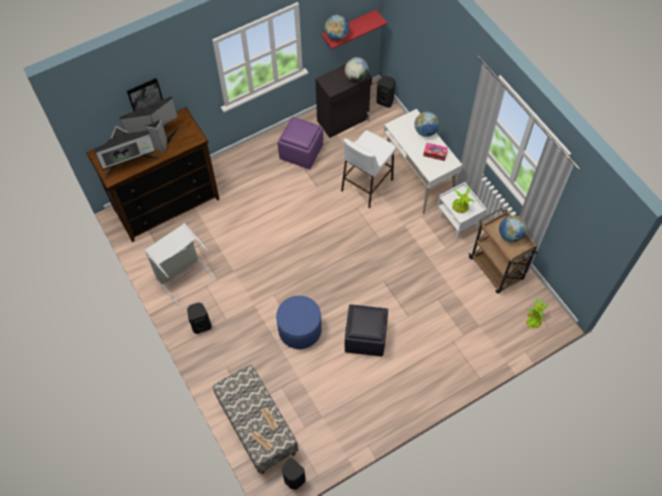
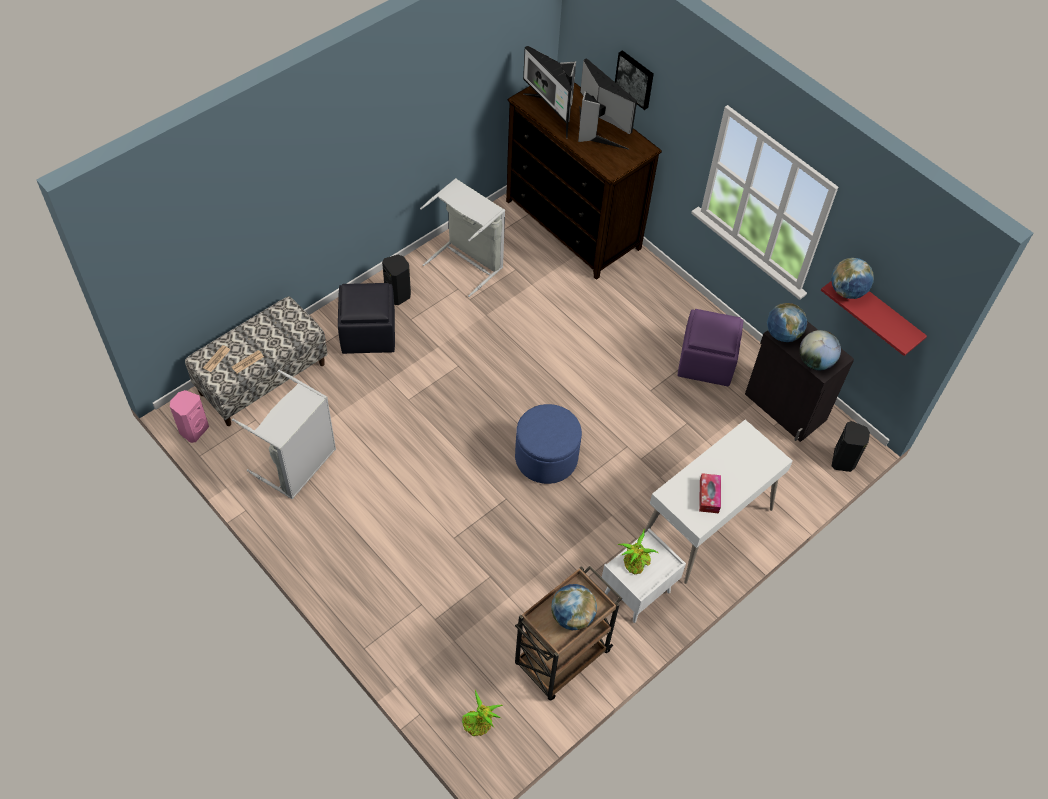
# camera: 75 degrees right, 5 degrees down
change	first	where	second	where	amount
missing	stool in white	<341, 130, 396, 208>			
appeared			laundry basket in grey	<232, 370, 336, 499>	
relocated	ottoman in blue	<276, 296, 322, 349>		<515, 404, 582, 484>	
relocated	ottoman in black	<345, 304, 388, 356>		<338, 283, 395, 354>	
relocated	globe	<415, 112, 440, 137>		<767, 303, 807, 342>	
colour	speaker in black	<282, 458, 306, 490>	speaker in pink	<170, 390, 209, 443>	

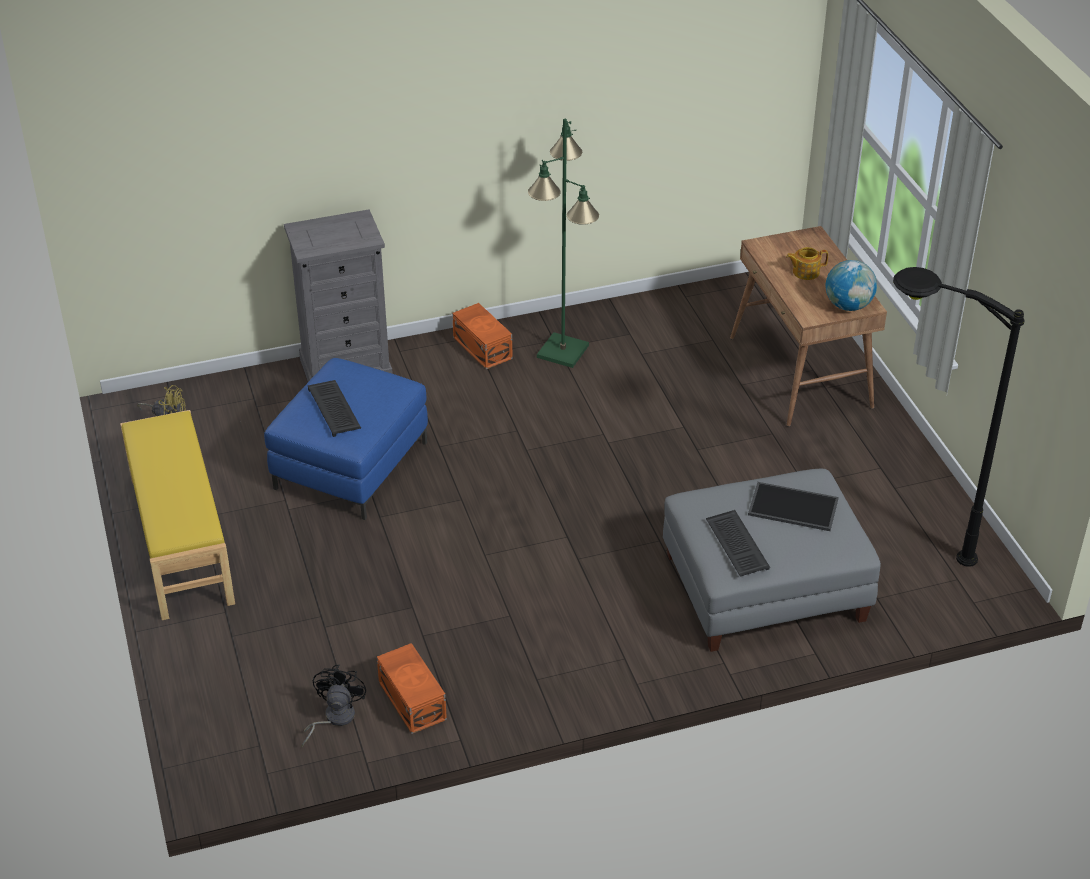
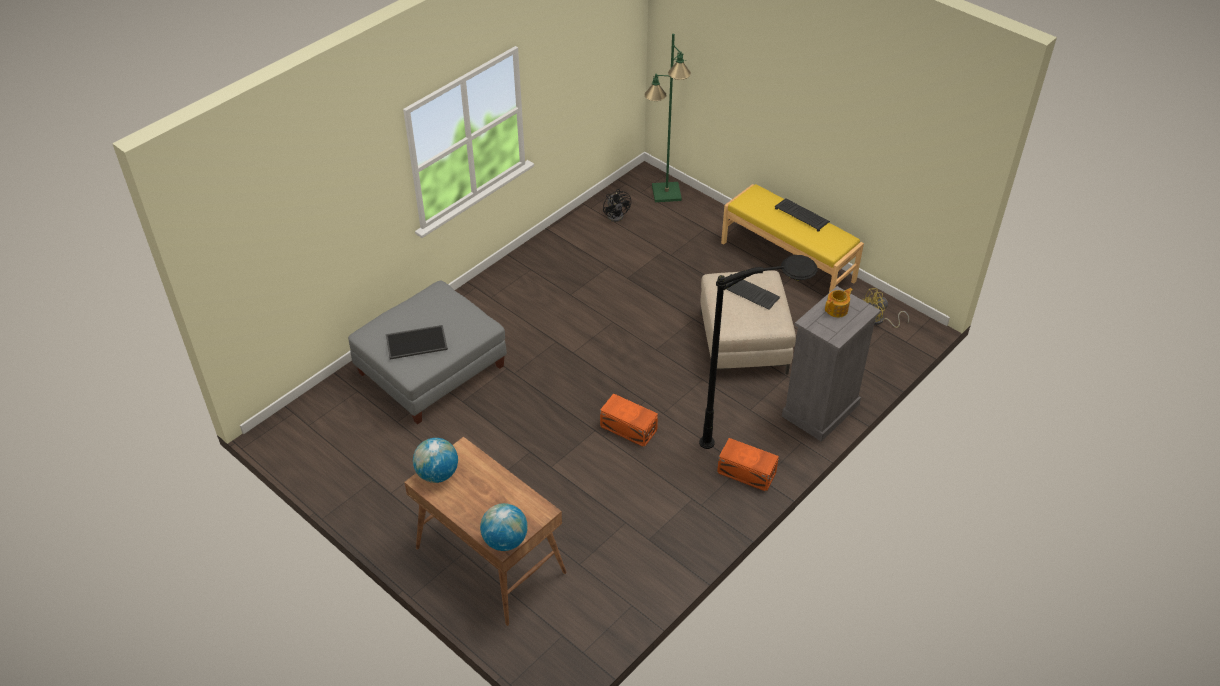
# camera: 150 degrees right, 5 degrees up
change	first	where	second	where	amount
appeared			globe	<480, 503, 528, 551>	
relocated	storage box in orange	<377, 643, 447, 734>		<600, 393, 658, 447>	
relocated	floor lamp in green	<528, 119, 599, 368>		<644, 34, 691, 202>	
relocated	keyboard	<706, 510, 770, 577>		<775, 198, 830, 232>	
relocated	teapot	<786, 247, 828, 280>		<825, 288, 853, 318>	
relocated	floor lamp in black	<893, 267, 1024, 567>		<699, 255, 818, 449>	
colour	ottoman in blue	<264, 358, 428, 520>	ottoman in beige	<701, 270, 796, 375>	

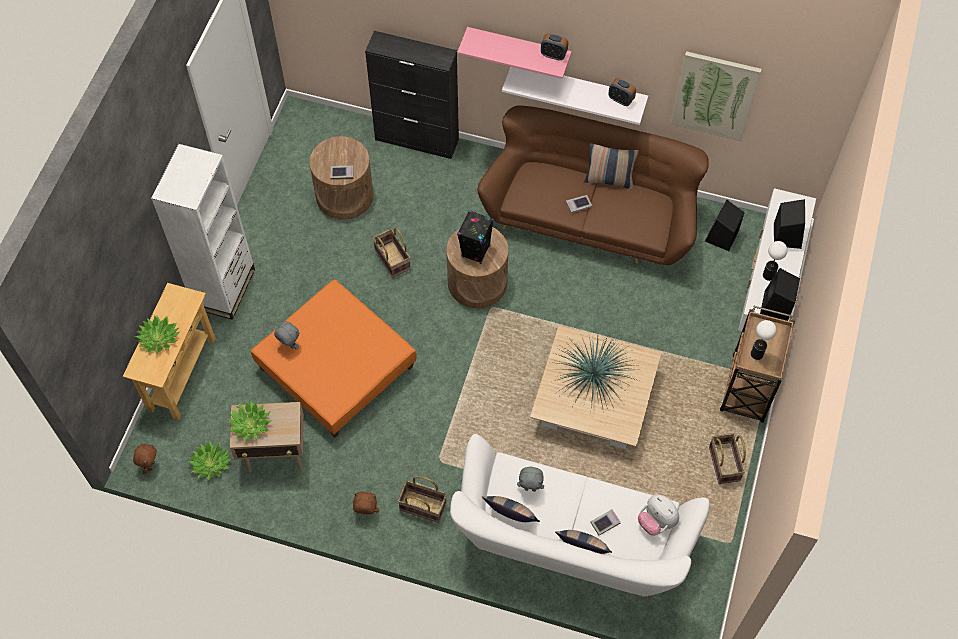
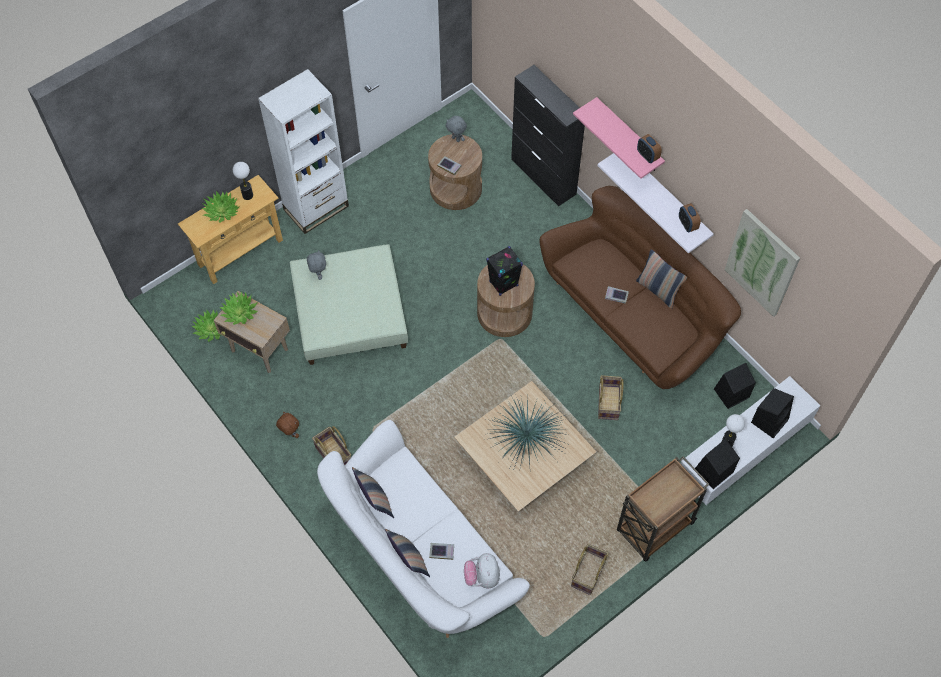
# camera: 35 degrees right, 0 degrees up
change	first	where	second	where	amount
missing	plush toy in brown	<133, 444, 157, 474>			
relocated	basket	<373, 228, 411, 278>		<598, 375, 624, 420>	
relocated	plush toy in grey	<517, 467, 544, 492>		<446, 116, 467, 142>	
relocated	table lamp	<751, 320, 777, 360>		<233, 162, 253, 200>	
colour	ottoman in orange	<251, 279, 417, 438>	ottoman in green	<290, 244, 408, 365>	

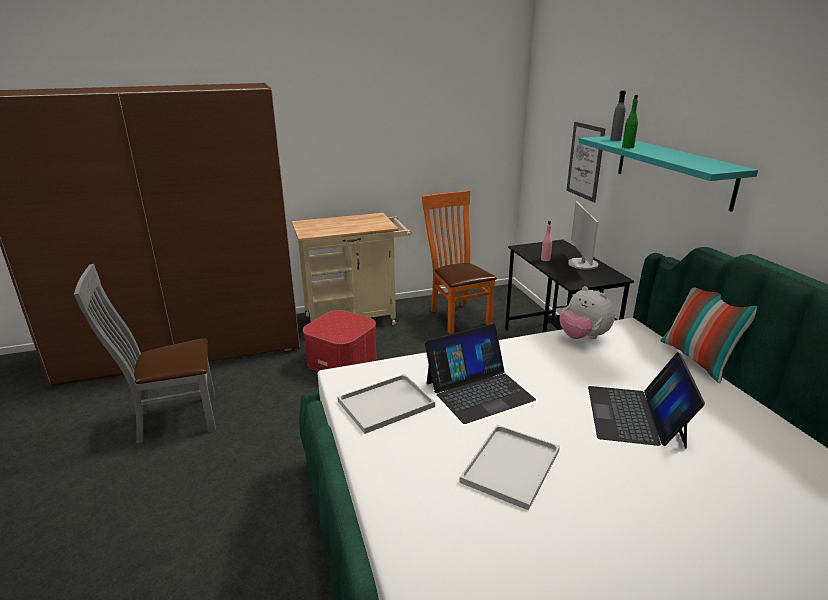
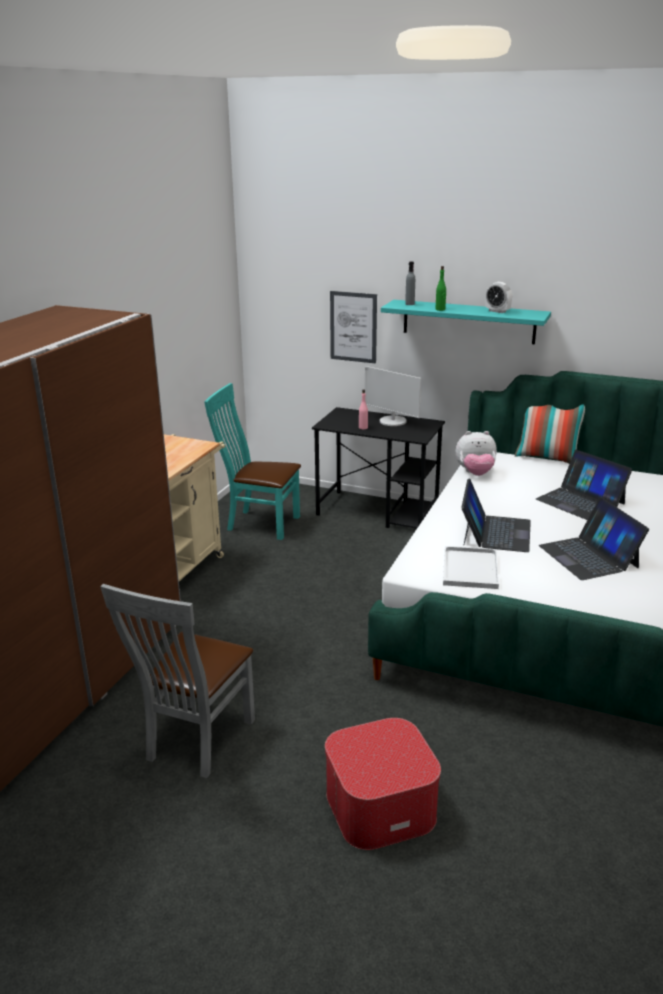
# camera: 50 degrees left, 0 degrees up
change	first	where	second	where	amount
appeared			alarm clock	<485, 282, 512, 313>	
relocated	ottoman	<303, 310, 377, 372>		<325, 718, 441, 850>	
exchanged	tray in white	<459, 425, 560, 511>	laptop	<539, 497, 649, 580>	
colour	chair in orange	<422, 191, 497, 334>	chair in turquoise	<204, 383, 301, 540>	

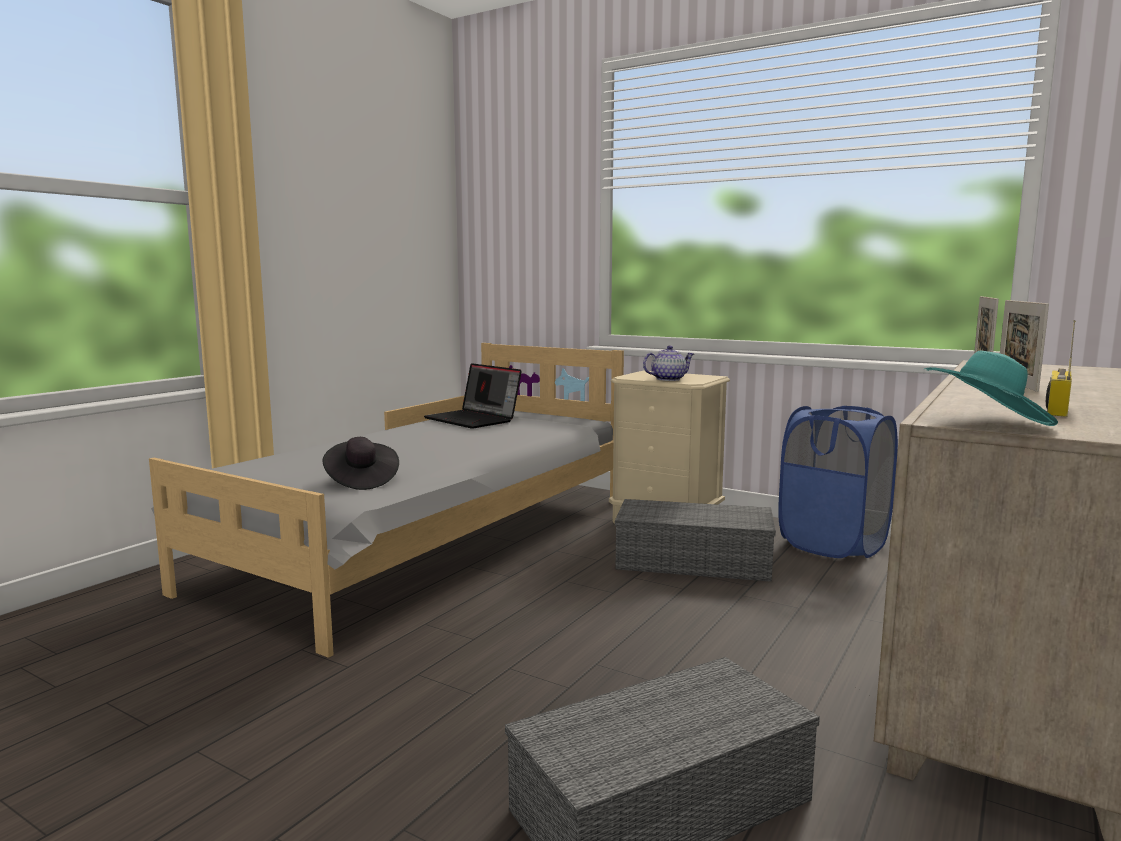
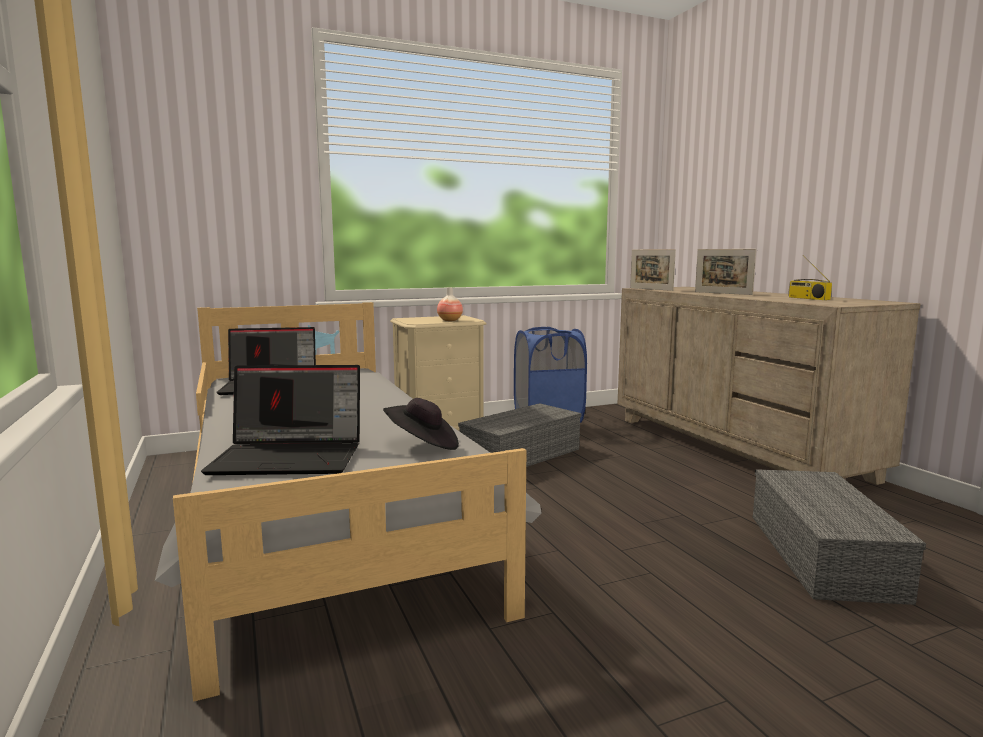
# camera: 55 degrees left, 0 degrees up
change	first	where	second	where	amount
missing	hat in turquoise	<924, 351, 1058, 426>			
appeared			laptop	<201, 365, 360, 475>	
exchanged	teapot	<643, 345, 694, 381>	vase	<437, 287, 463, 321>	

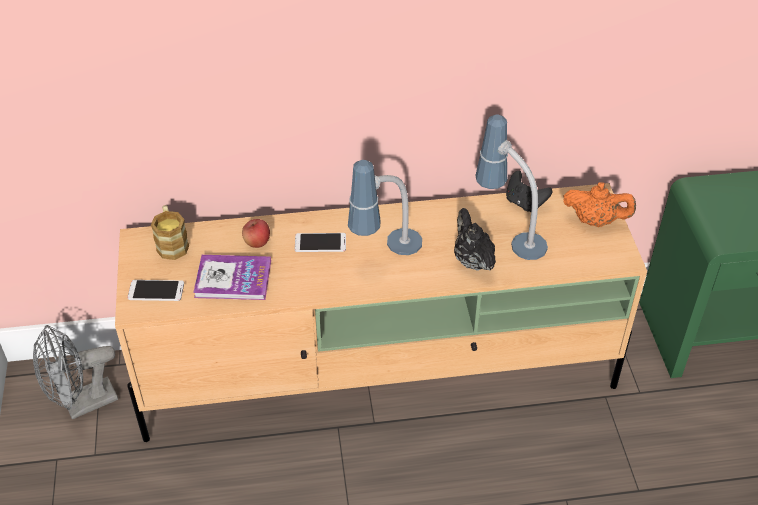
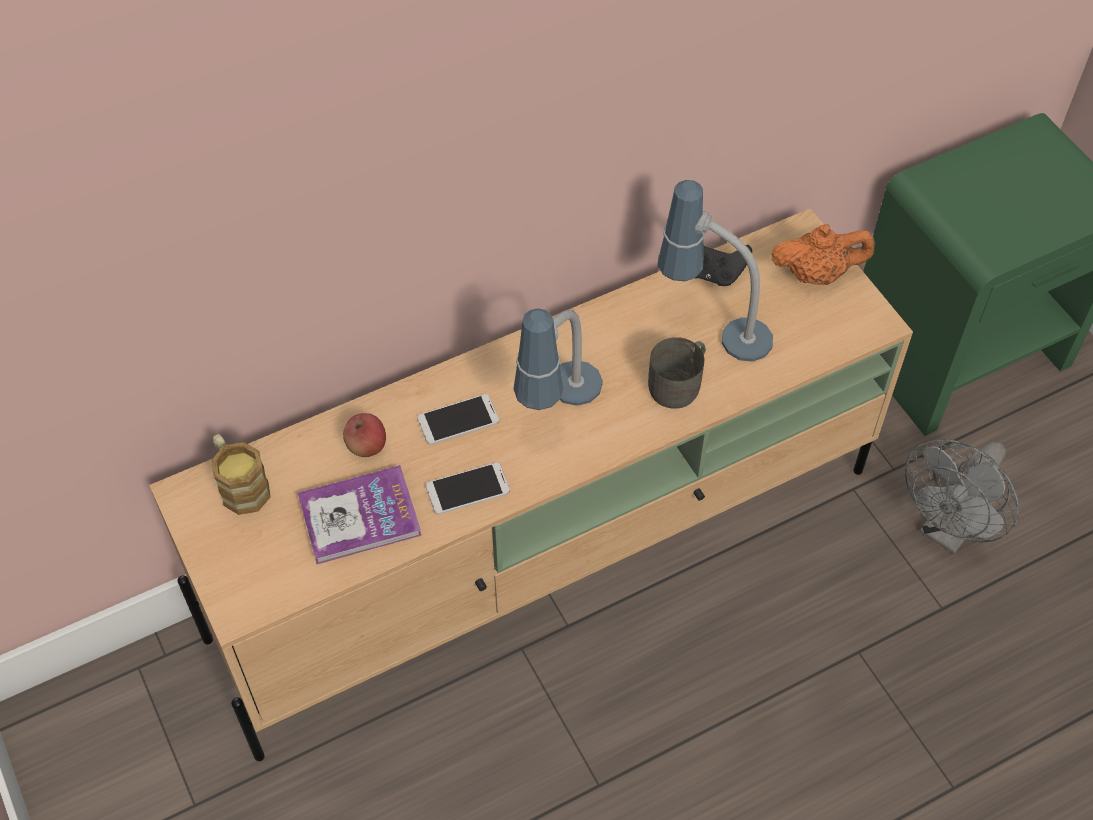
# camera: 20 degrees left, 10 degrees up
change	first	where	second	where	amount
relocated	fan in grey	<33, 325, 118, 420>		<905, 439, 1019, 554>	
relocated	phone	<127, 280, 184, 301>		<425, 462, 510, 515>	
exchanged	teapot in black	<454, 208, 496, 271>	mug in grey	<648, 337, 706, 409>	

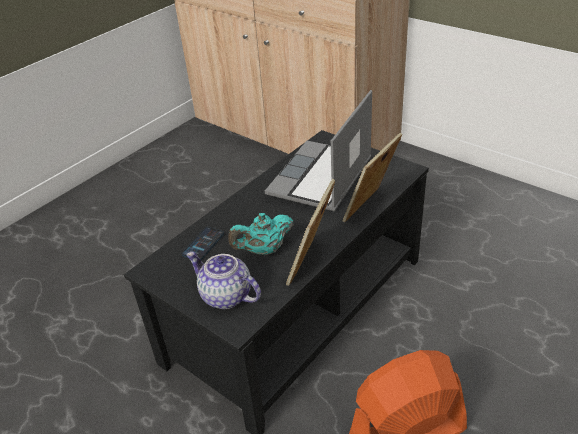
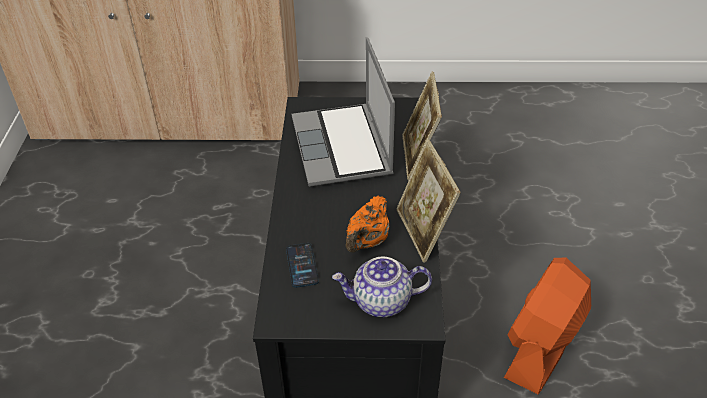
# camera: 40 degrees left, 5 degrees up
change	first	where	second	where	amount
colour	teapot in turquoise	<228, 213, 294, 255>	teapot in orange	<346, 196, 389, 253>	

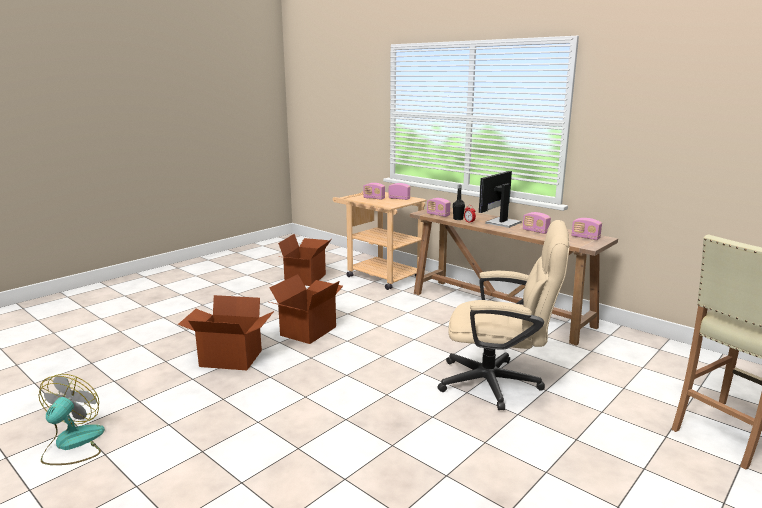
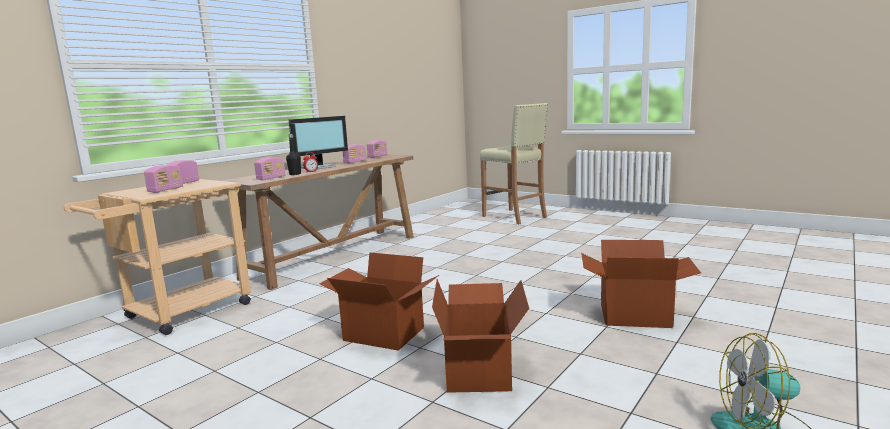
# camera: 95 degrees left, 5 degrees down
change	first	where	second	where	amount
missing	office chair in beige	<437, 220, 570, 410>			
relocated	cardboard box	<278, 234, 332, 286>		<581, 240, 701, 328>	
spun	monitor	<479, 171, 522, 228>		<289, 116, 348, 169>	75 degrees counterclockwise

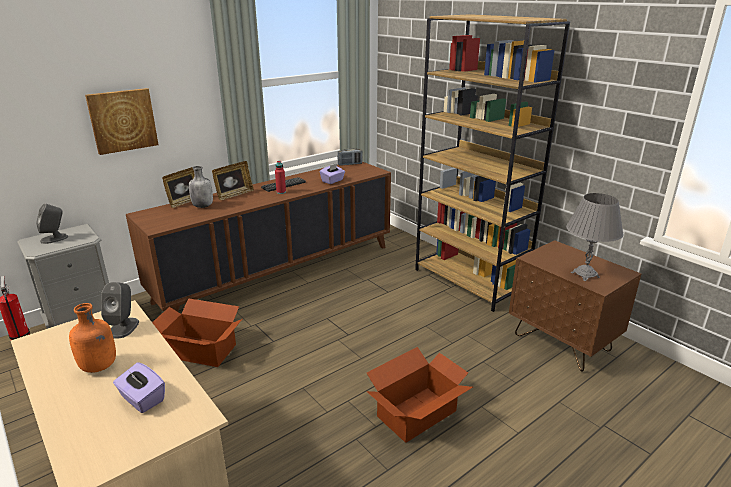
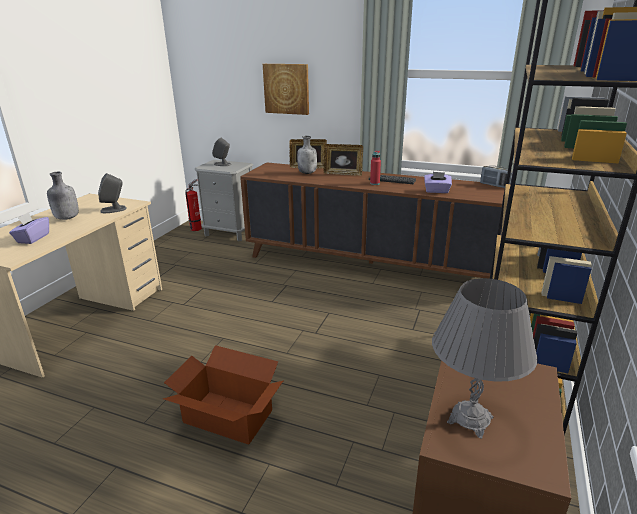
# camera: 60 degrees right, 0 degrees up
change	first	where	second	where	amount
missing	cardboard box	<152, 298, 242, 367>			
colour	bottle in orange	<69, 303, 116, 373>	bottle in grey	<47, 172, 79, 220>	

